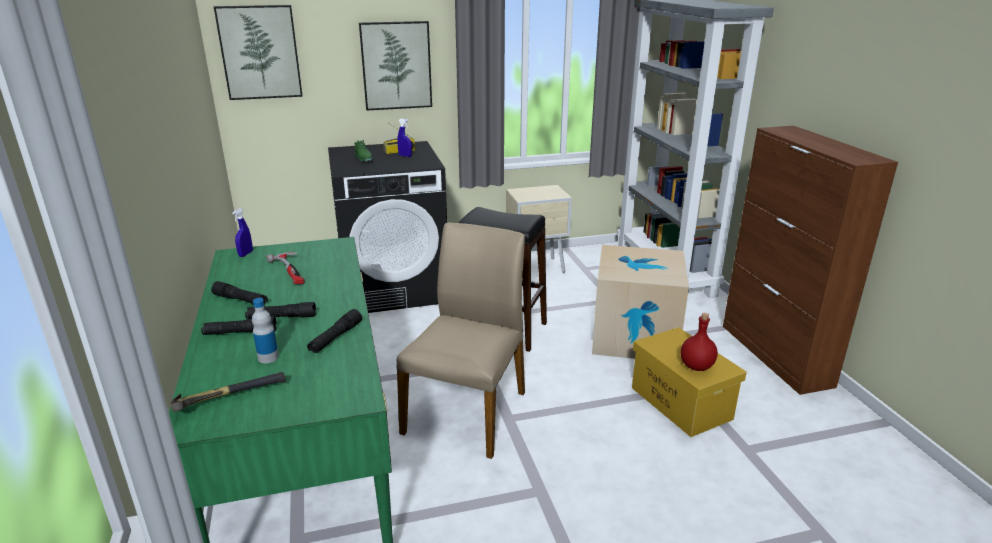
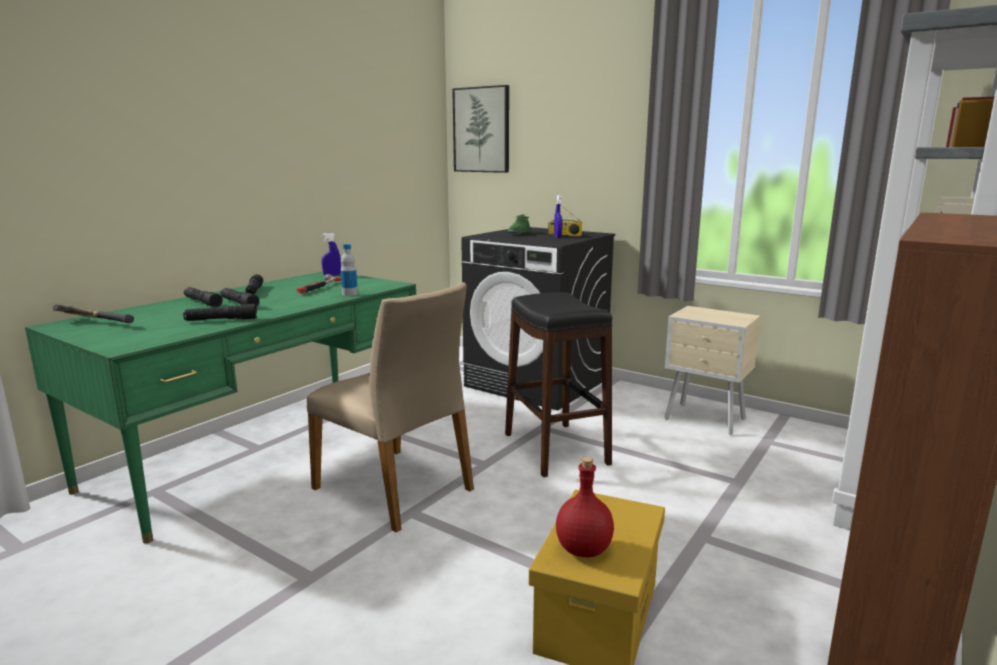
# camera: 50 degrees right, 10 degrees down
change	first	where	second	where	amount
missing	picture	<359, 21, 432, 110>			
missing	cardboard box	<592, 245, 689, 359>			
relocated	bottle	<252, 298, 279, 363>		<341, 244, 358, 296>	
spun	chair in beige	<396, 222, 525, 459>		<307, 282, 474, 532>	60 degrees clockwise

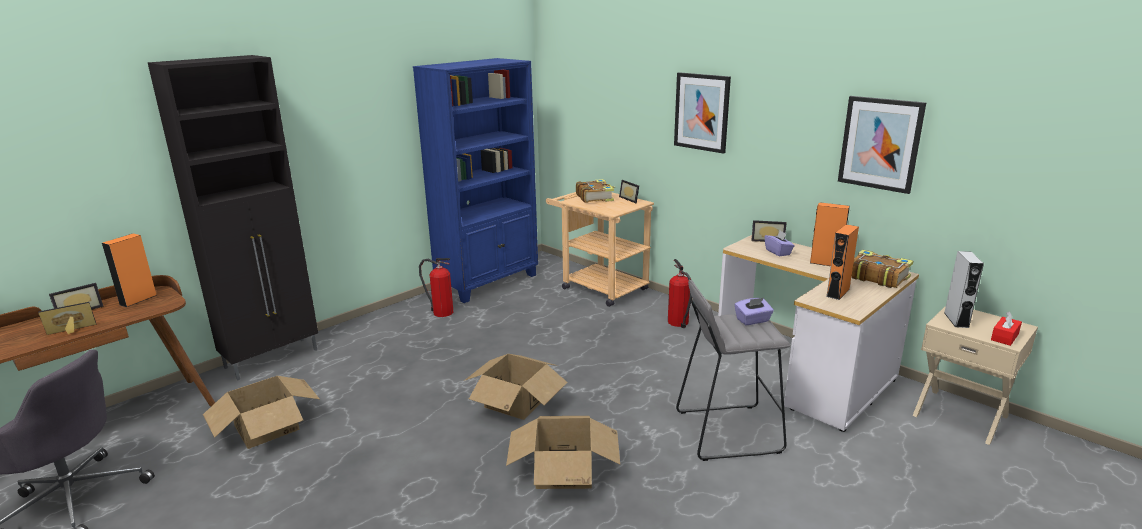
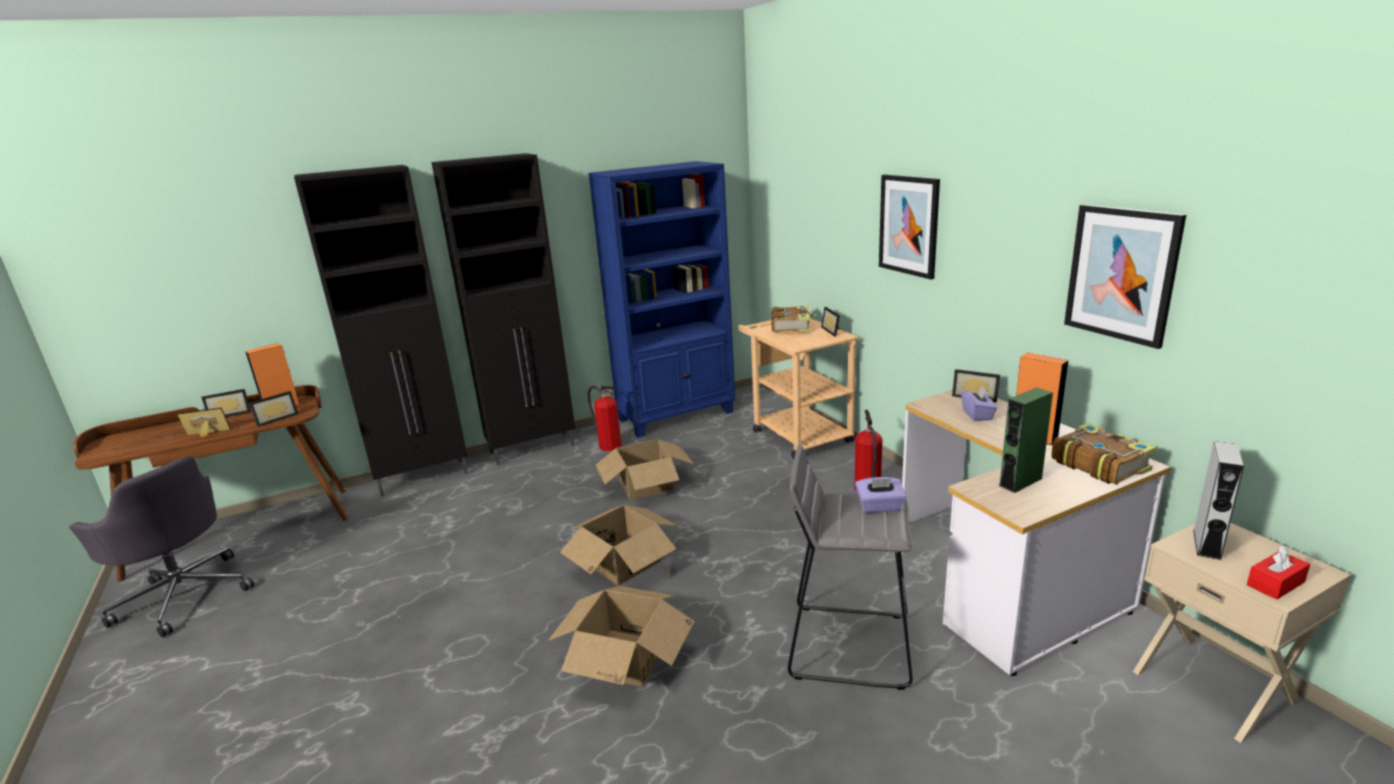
# camera: 20 degrees right, 0 degrees up
change	first	where	second	where	amount
appeared			picture frame	<249, 391, 298, 427>	
appeared			cabinet in black	<431, 153, 575, 466>	
relocated	cardboard box	<203, 376, 320, 449>		<595, 439, 694, 500>	
colour	speaker in orange	<826, 224, 859, 300>	speaker in green	<999, 388, 1053, 493>	

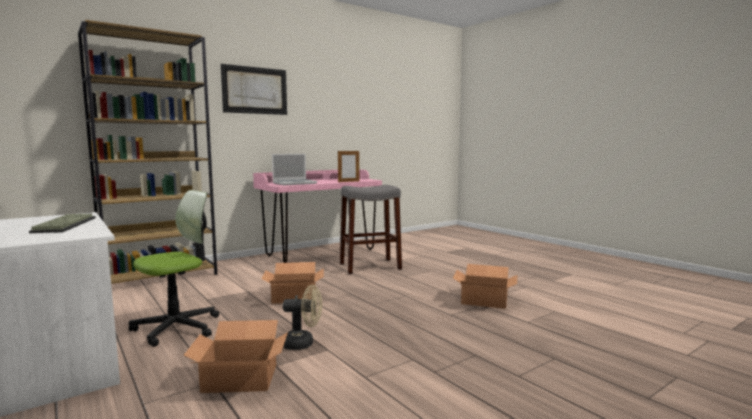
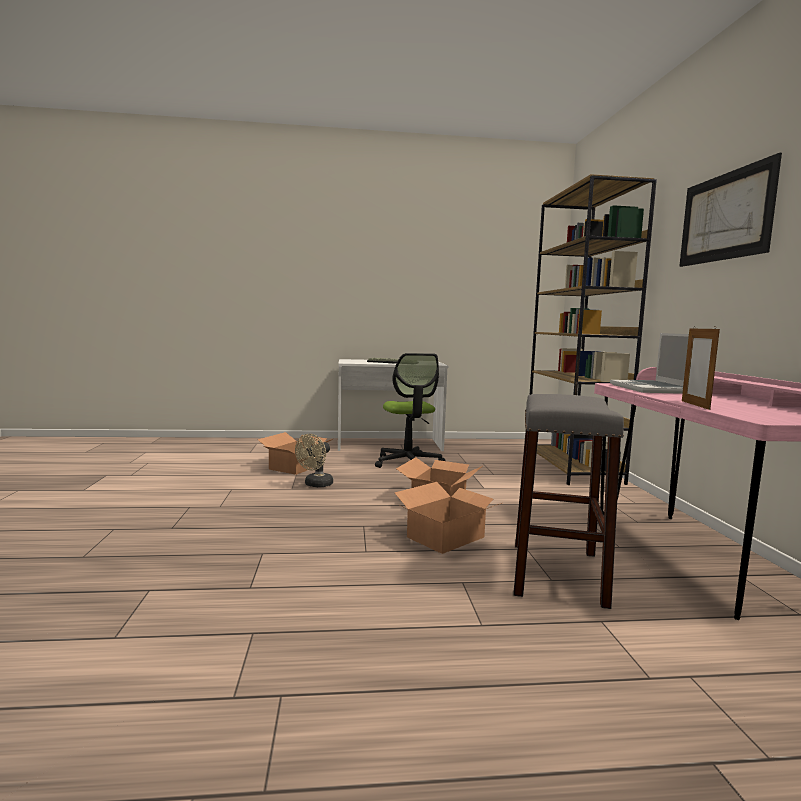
# camera: 120 degrees right, 0 degrees up
change	first	where	second	where	amount
relocated	cardboard box	<453, 264, 517, 309>		<395, 482, 502, 554>	

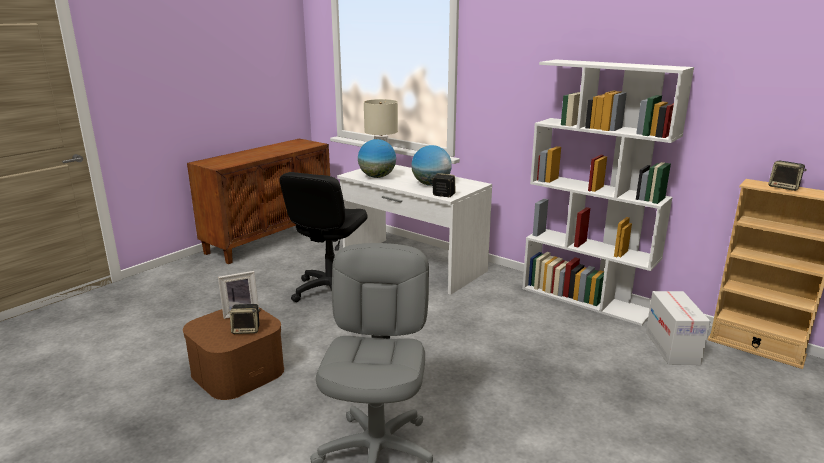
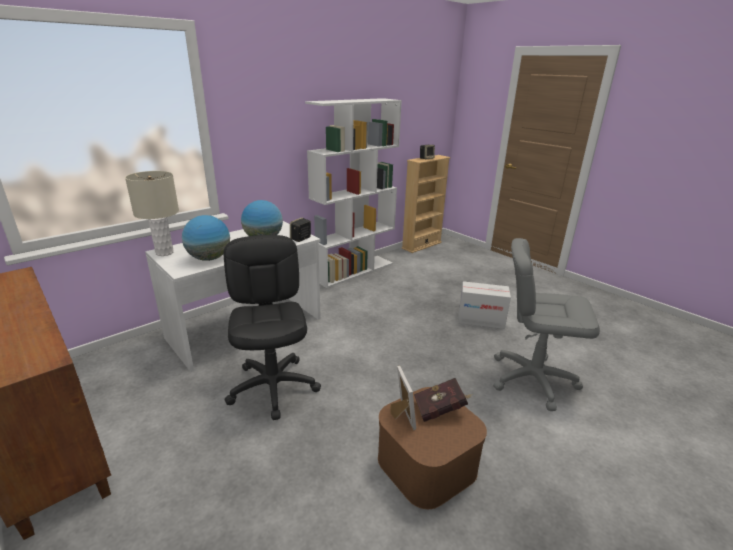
# camera: 80 degrees left, 5 degrees up
change	first	where	second	where	amount
relocated	cardboard box	<646, 291, 711, 365>		<458, 281, 511, 329>	
exchanged	speaker	<230, 304, 260, 334>	book in red	<414, 378, 473, 422>	
spun	office chair in black	<279, 172, 368, 302>		<223, 235, 321, 420>	135 degrees counterclockwise

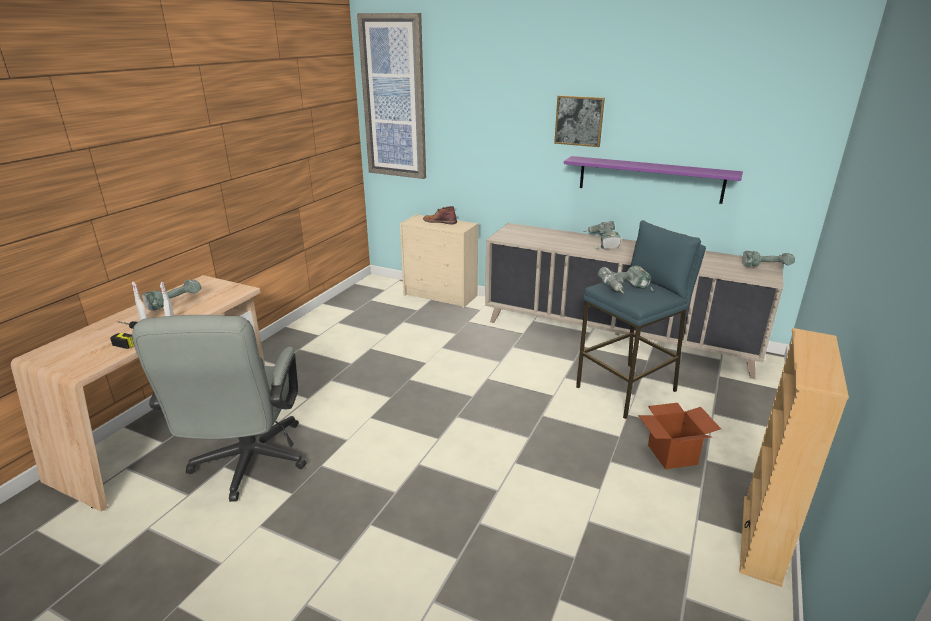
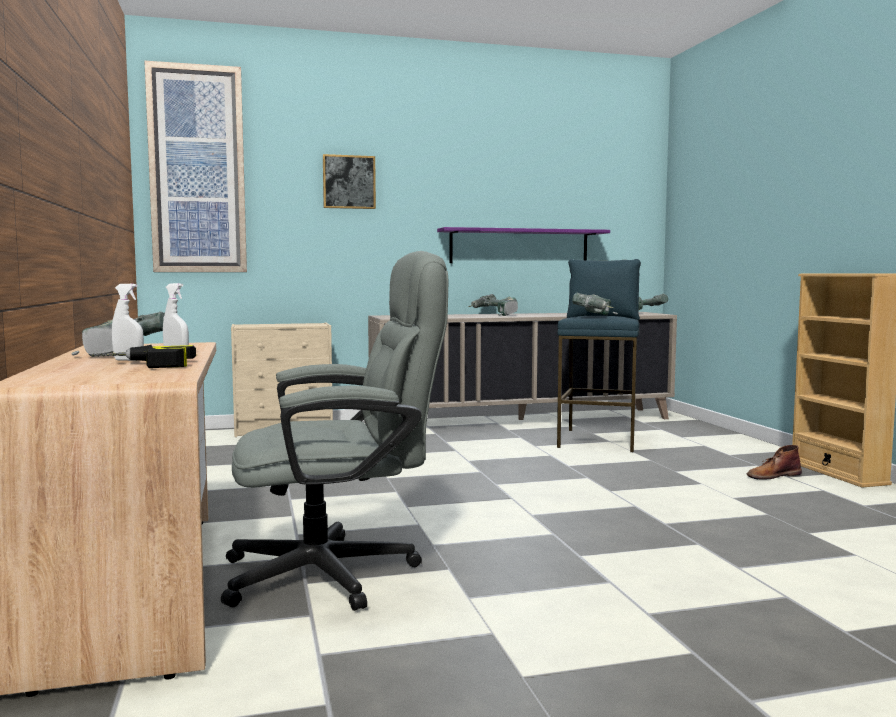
# camera: 40 degrees left, 20 degrees down
change	first	where	second	where	amount
missing	cardboard box	<638, 403, 721, 469>			
relocated	boot in brown	<423, 206, 457, 224>		<746, 445, 802, 480>	
relocated	picture	<554, 95, 605, 147>		<323, 154, 376, 209>	
spun	office chair in grey	<132, 315, 306, 502>		<221, 251, 448, 611>	60 degrees counterclockwise

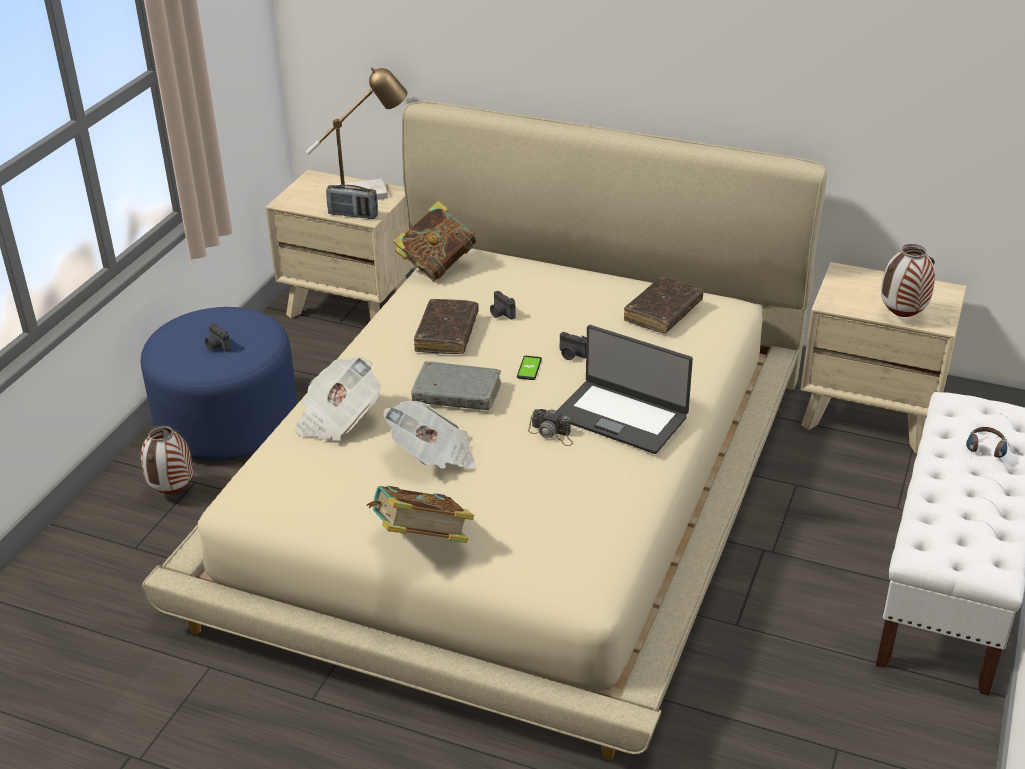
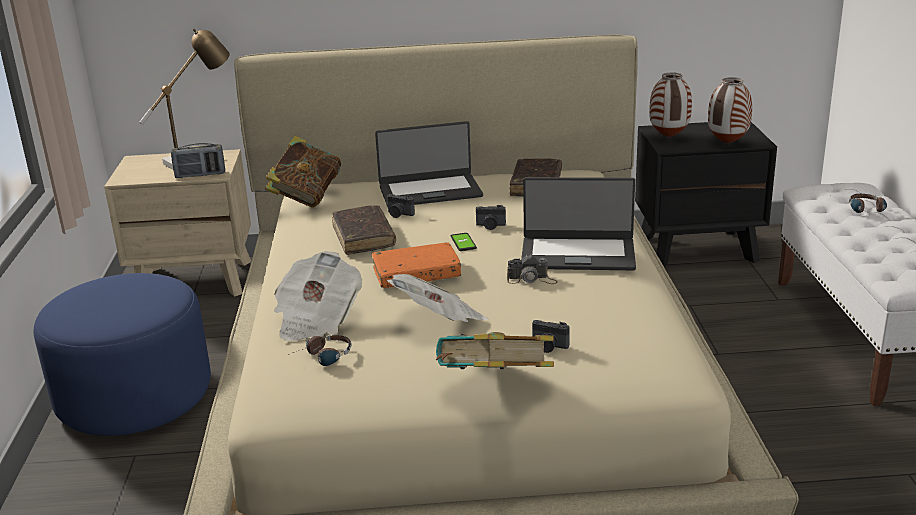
# camera: 25 degrees left, 10 degrees down
change	first	where	second	where	amount
appeared			headphones	<288, 335, 352, 366>	
appeared			laptop	<375, 121, 483, 207>	
relocated	vase	<141, 425, 193, 494>		<649, 72, 692, 137>	
relocated	photo camera	<205, 323, 231, 352>		<532, 320, 570, 353>	
colour	book in grey	<411, 361, 501, 410>	book in orange	<372, 242, 461, 288>	
colour	nightstand in beige	<800, 262, 966, 453>	nightstand in black	<635, 122, 777, 268>	

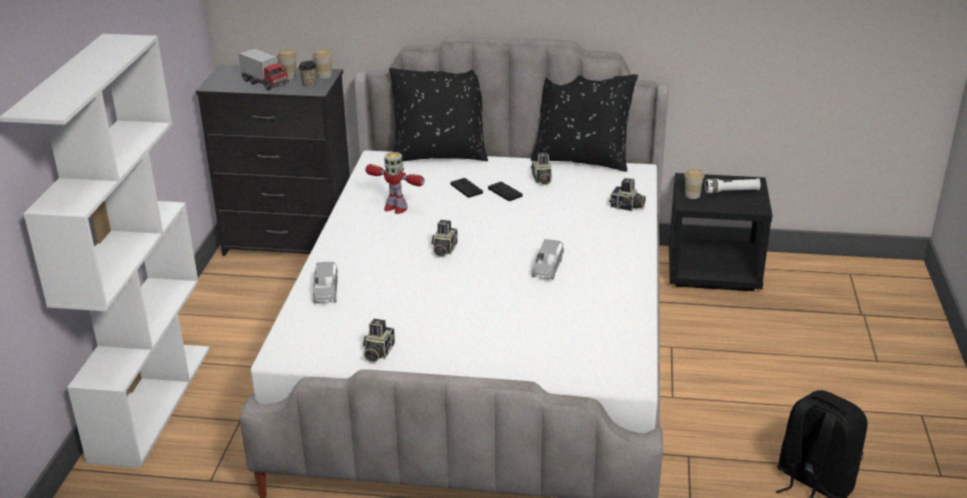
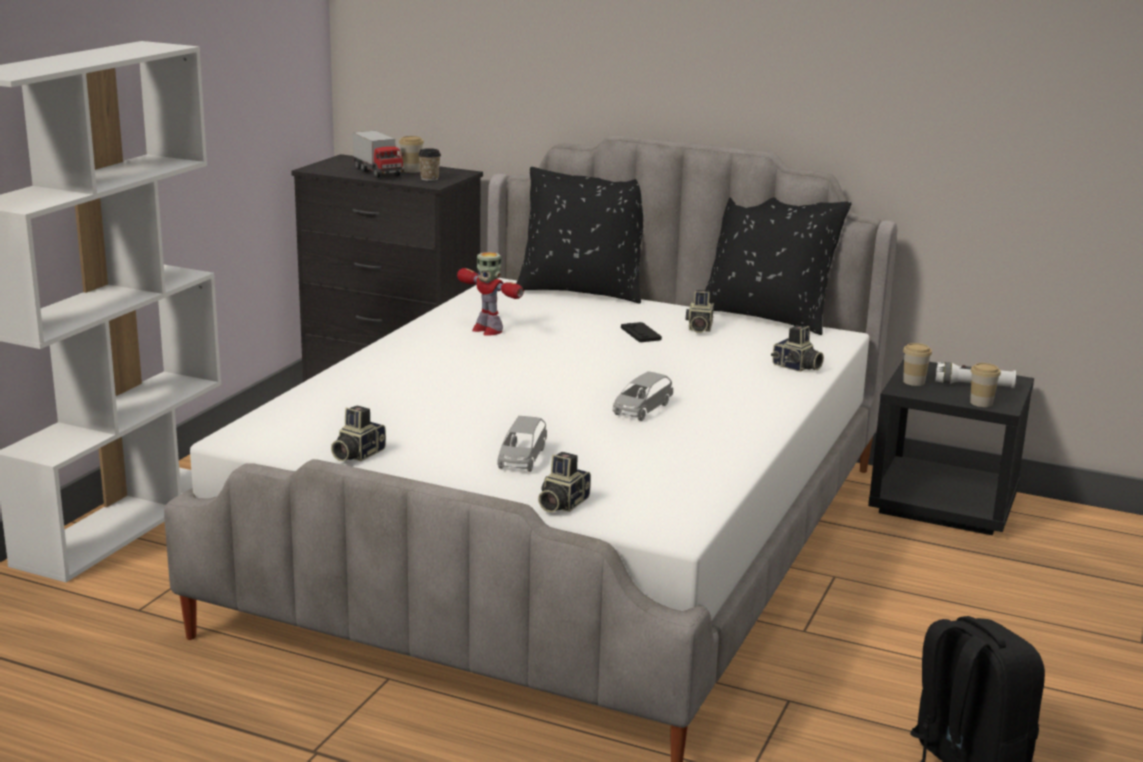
# camera: 15 degrees right, 10 degrees down
change	first	where	second	where	amount
missing	game controller in black	<451, 178, 483, 198>			
relocated	cup	<313, 49, 332, 79>		<970, 363, 1001, 407>	
relocated	toy car in grey	<313, 262, 338, 303>		<498, 416, 547, 472>	
relocated	photo camera	<432, 220, 458, 257>		<538, 452, 591, 513>	

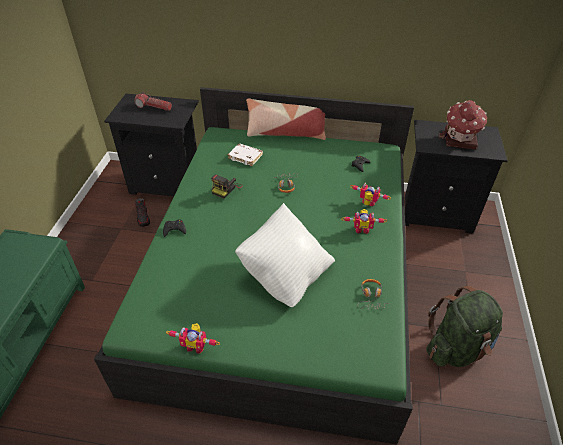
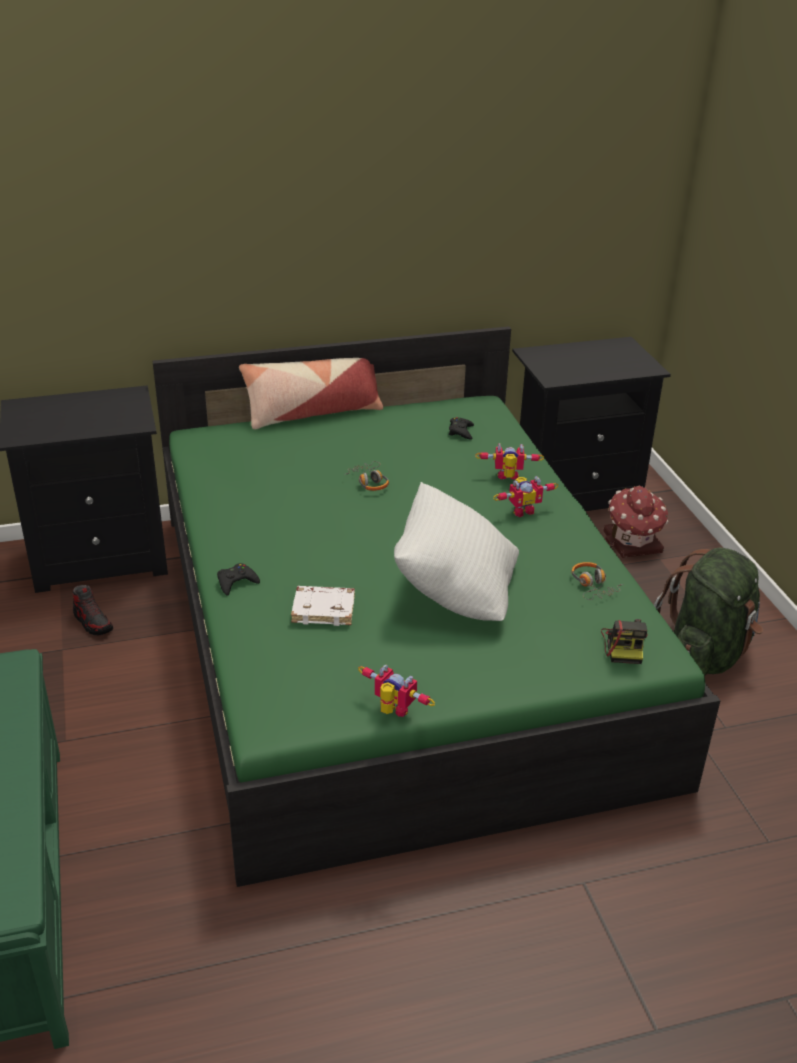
# camera: 25 degrees left, 10 degrees down
change	first	where	second	where	amount
missing	flashlight	<134, 92, 172, 111>			
relocated	photo camera	<211, 174, 243, 198>		<601, 619, 647, 664>	
relocated	book in white	<228, 143, 263, 166>		<291, 586, 355, 626>	
relocated	toy house	<439, 100, 487, 149>		<604, 486, 668, 558>	
spun	toy robot	<166, 323, 220, 354>		<358, 665, 435, 717>	135 degrees counterclockwise

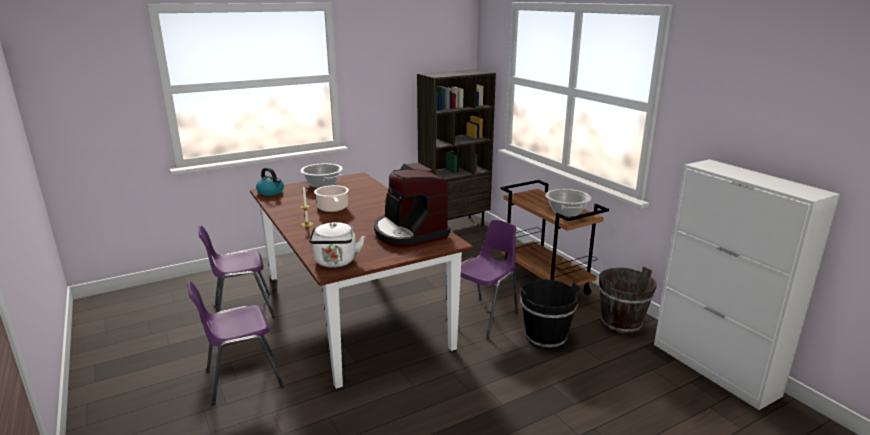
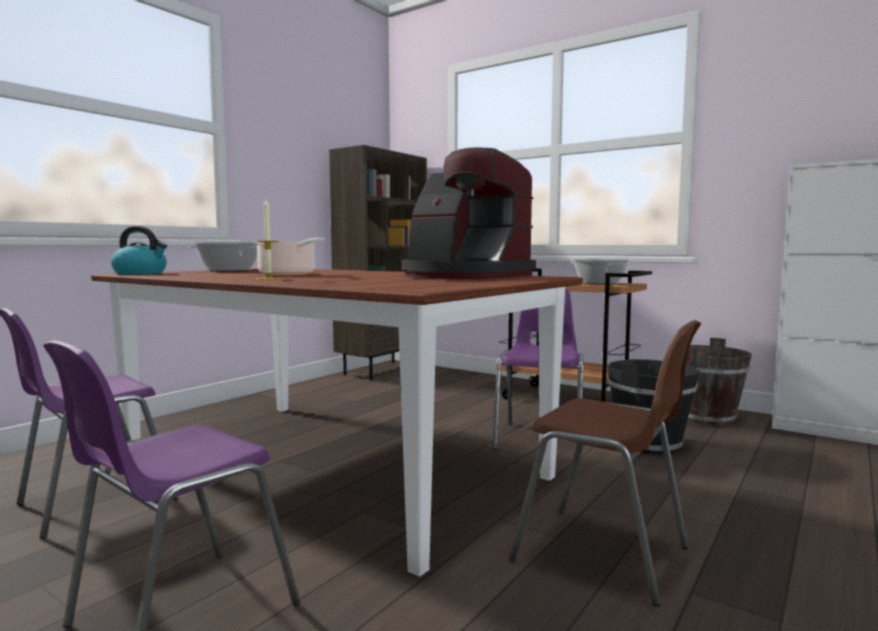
# camera: 25 degrees left, 15 degrees down
change	first	where	second	where	amount
missing	kettle in white	<309, 222, 365, 268>			
appeared			chair in brown	<509, 320, 701, 607>	

